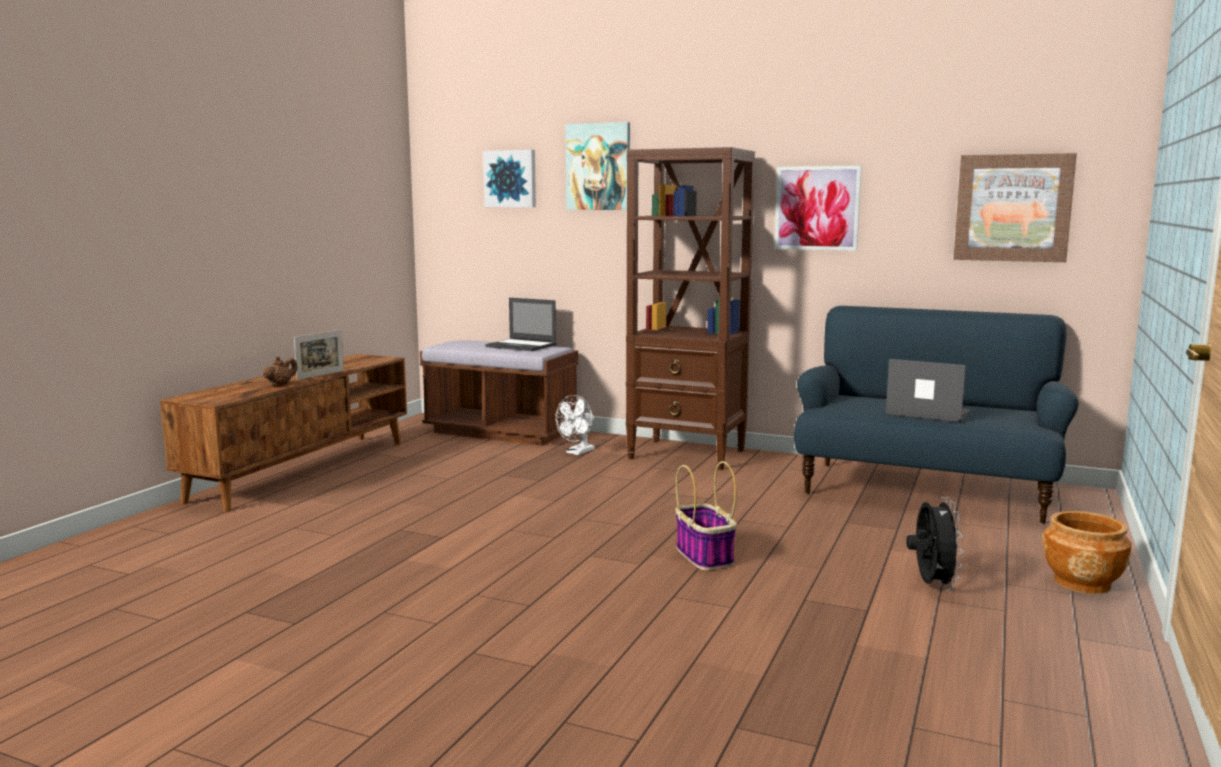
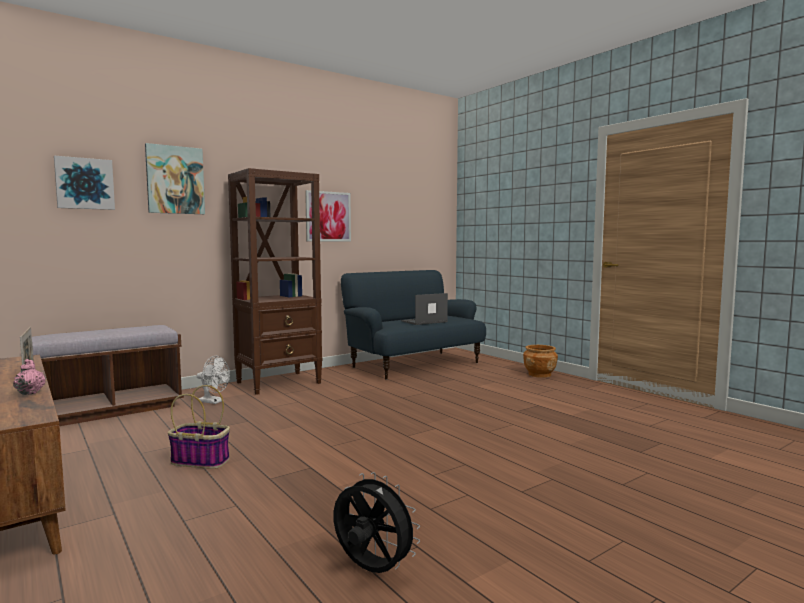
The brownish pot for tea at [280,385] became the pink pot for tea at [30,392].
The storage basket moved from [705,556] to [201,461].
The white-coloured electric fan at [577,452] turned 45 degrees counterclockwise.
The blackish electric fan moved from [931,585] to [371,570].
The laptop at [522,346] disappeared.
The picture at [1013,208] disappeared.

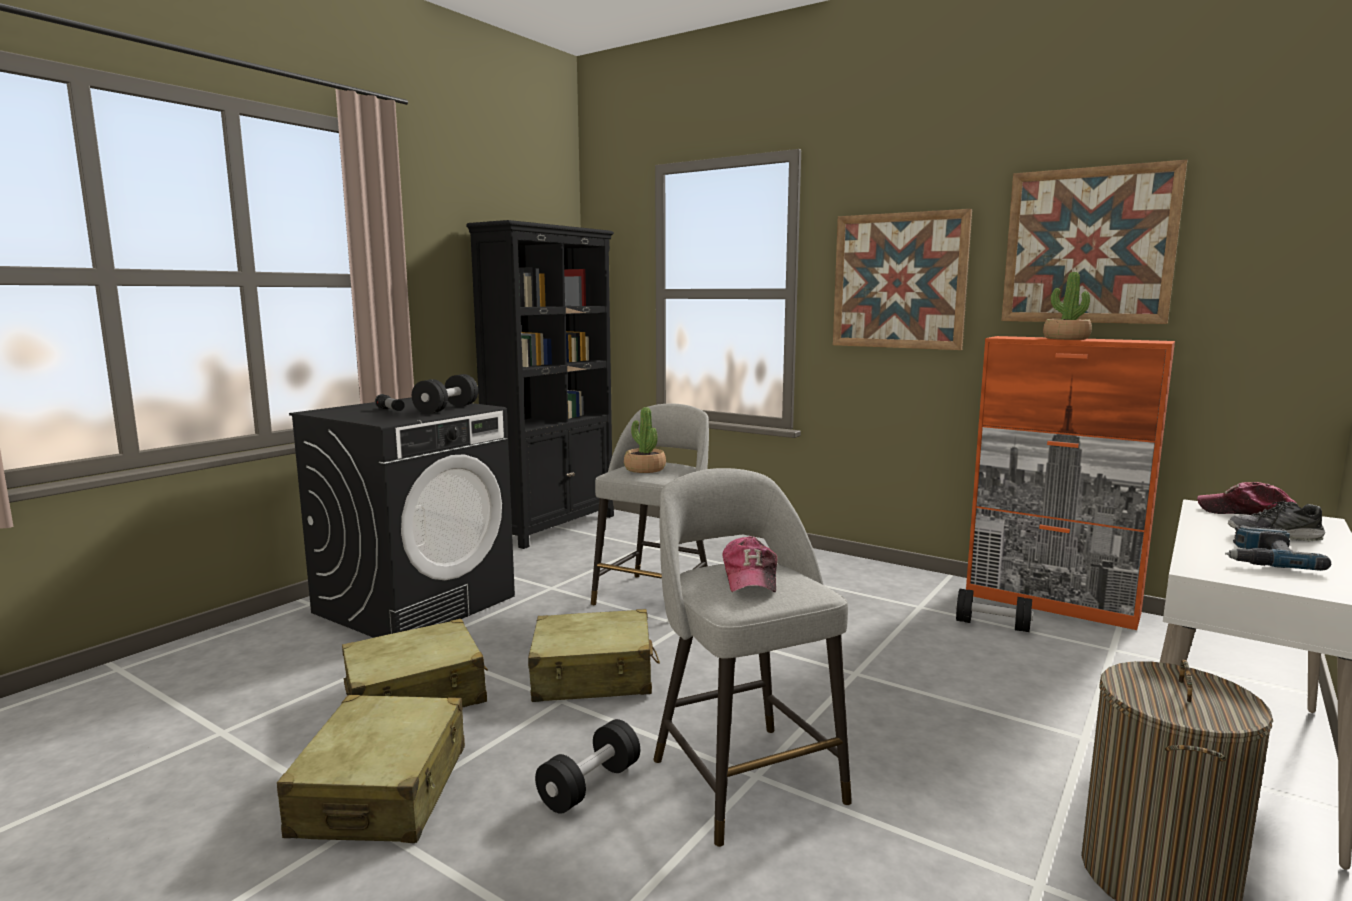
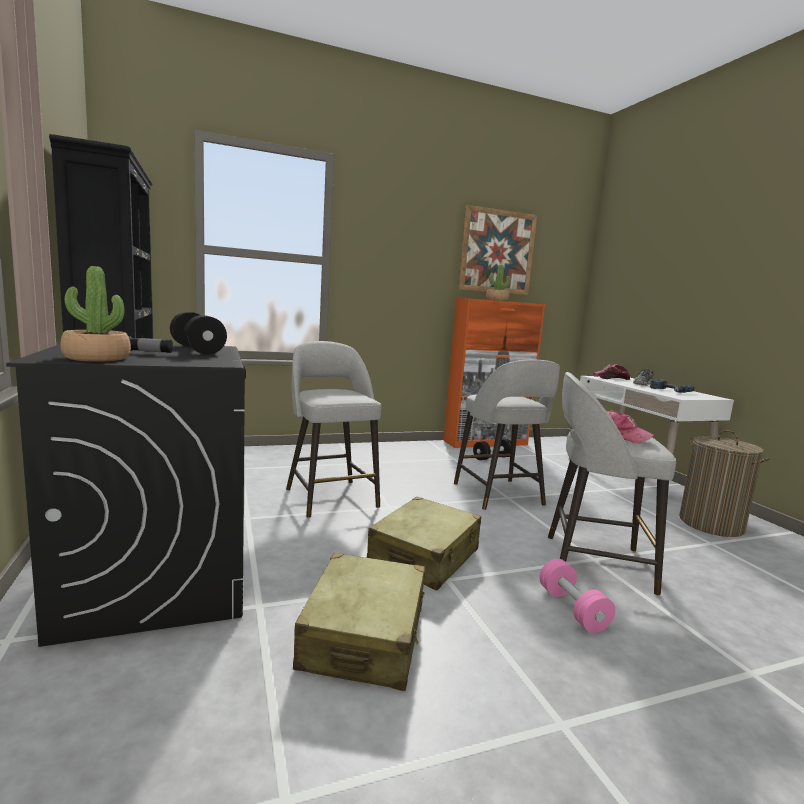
The plant in a pot moved from [644,469] to [97,358].
The greyish sitting stool at [499,495] appeared.
The blackish hand weight at [589,786] became the pink hand weight at [572,609].
The beige-coloured travel case at [382,791] disappeared.
The picture at [899,281] disappeared.

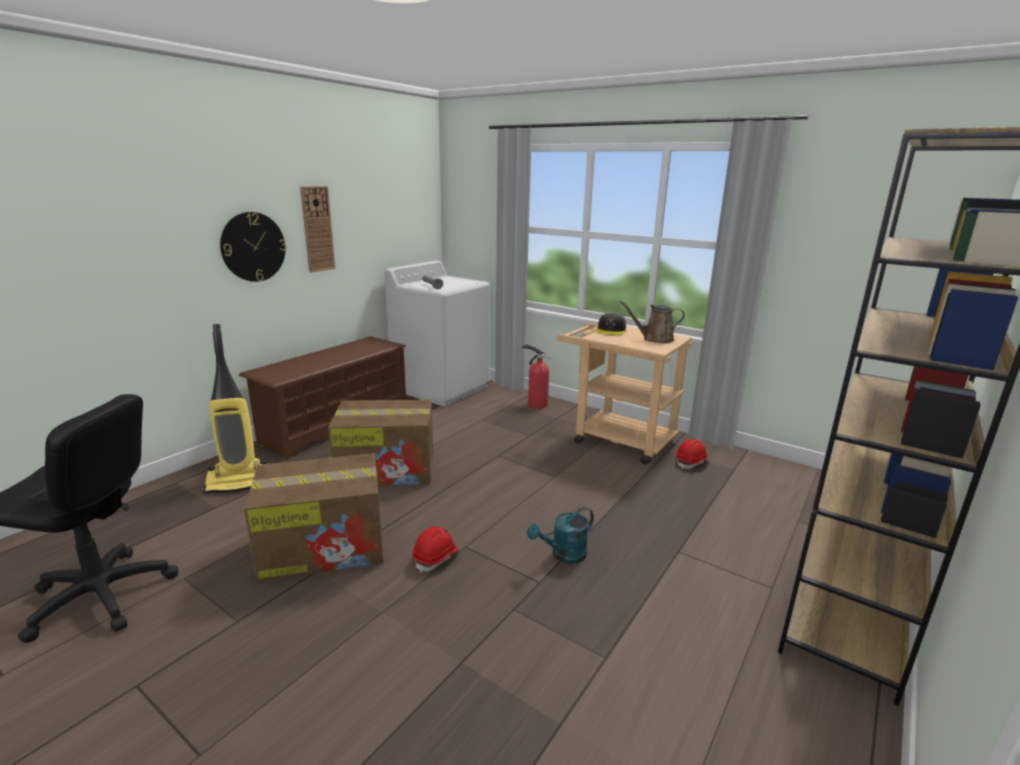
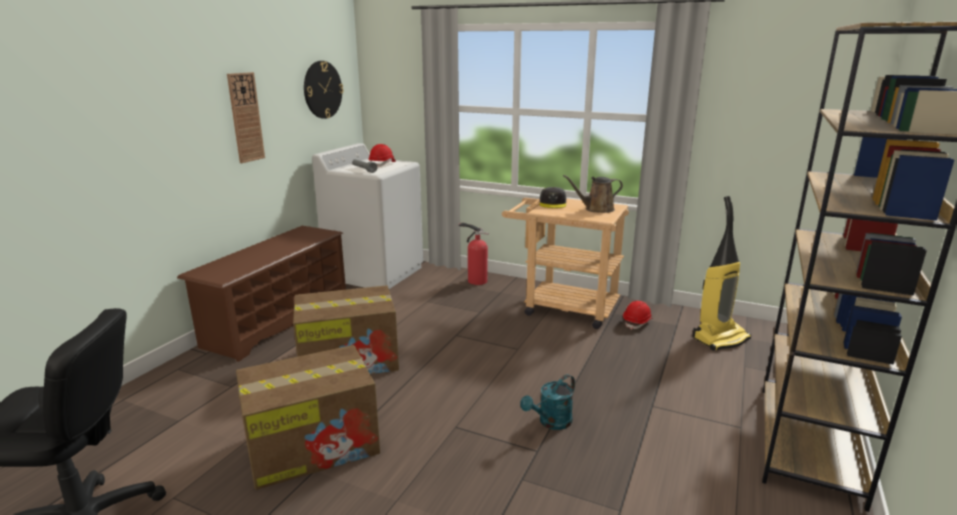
The hanging clock moved from [253,247] to [322,90].
The reddish safety helmet moved from [436,557] to [382,164].
The vacuum moved from [239,481] to [720,338].

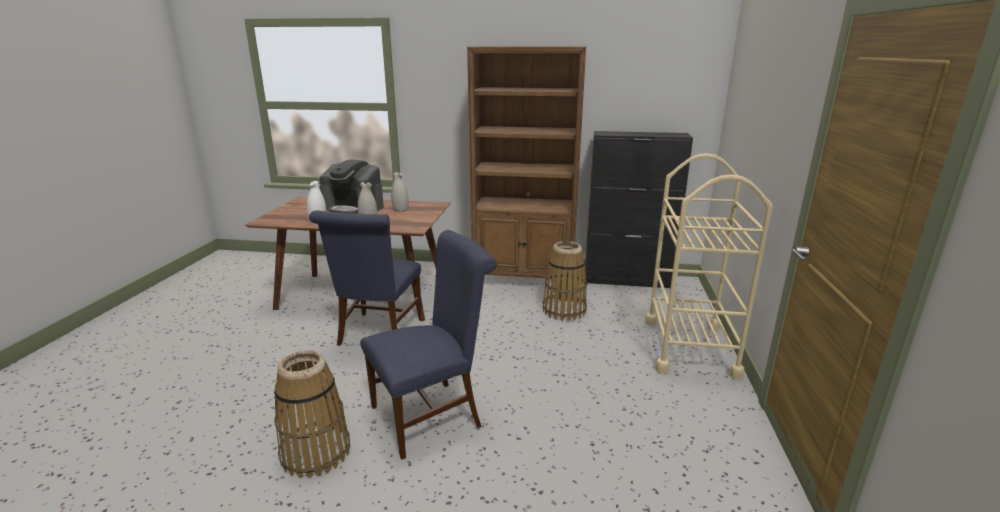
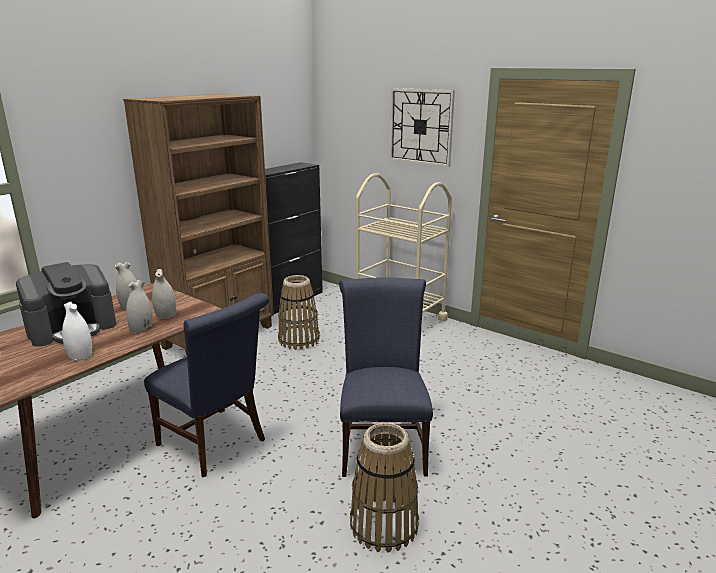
The white-coloured vase at [166,316] appeared.
The hanging clock at [421,126] appeared.

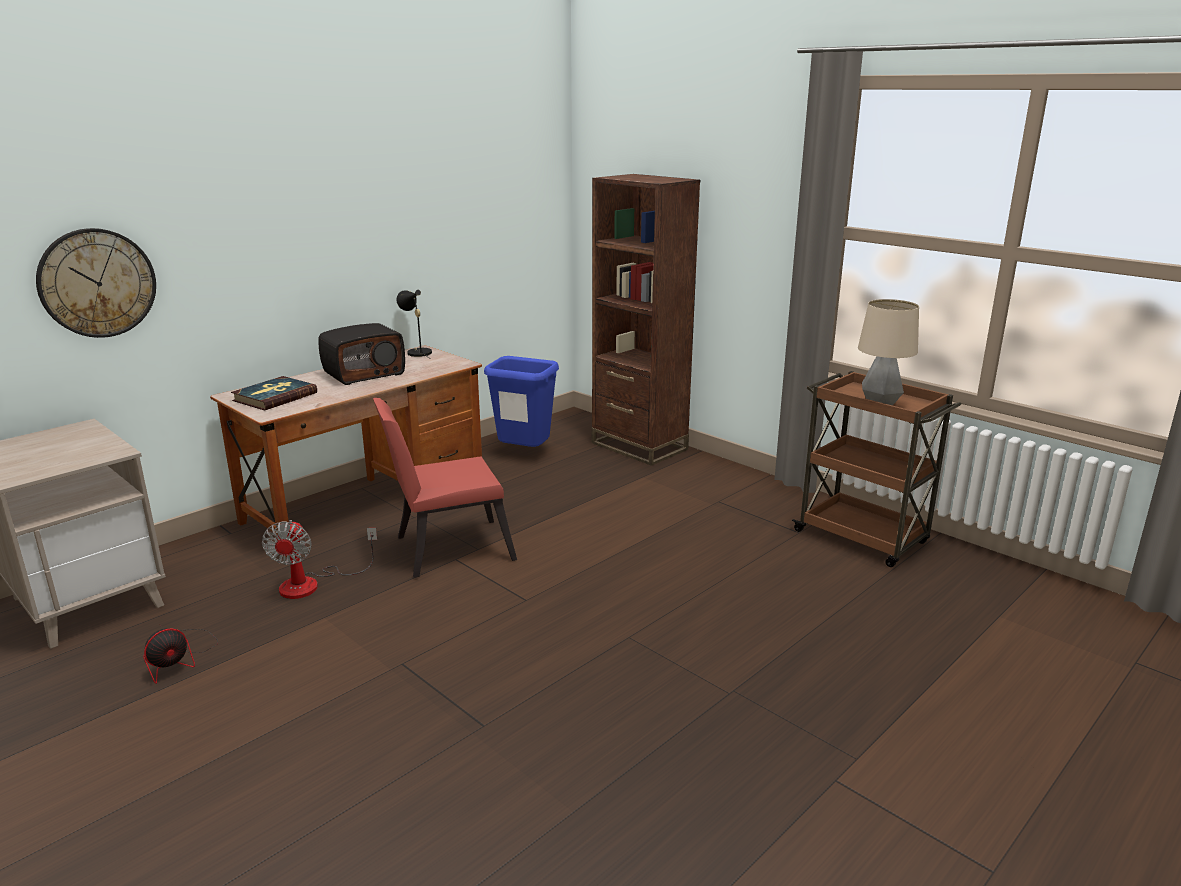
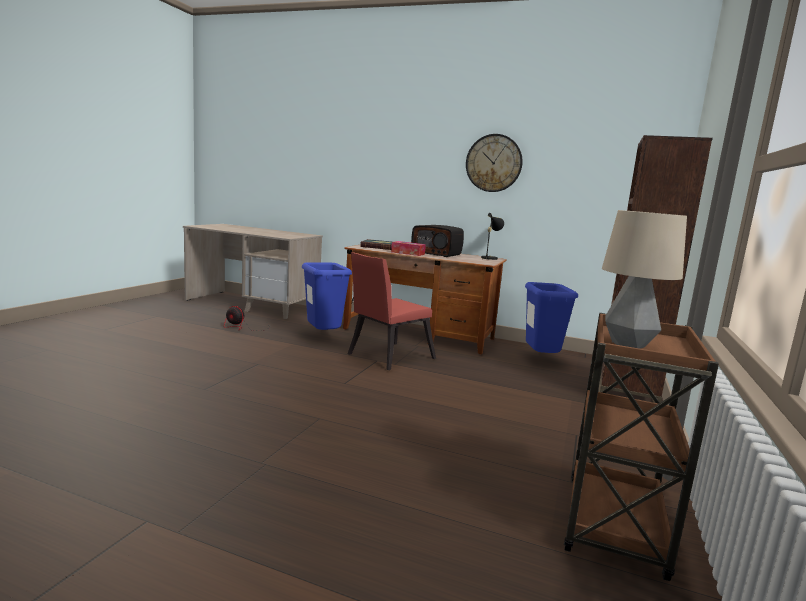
The electric fan at [312,583] was replaced by the bluish rubbish bin at [323,337].
The reddish upright chair at [446,549] turned 90 degrees counterclockwise.
The box of tissues at [408,253] appeared.
The hanging clock moved from [97,283] to [493,163].

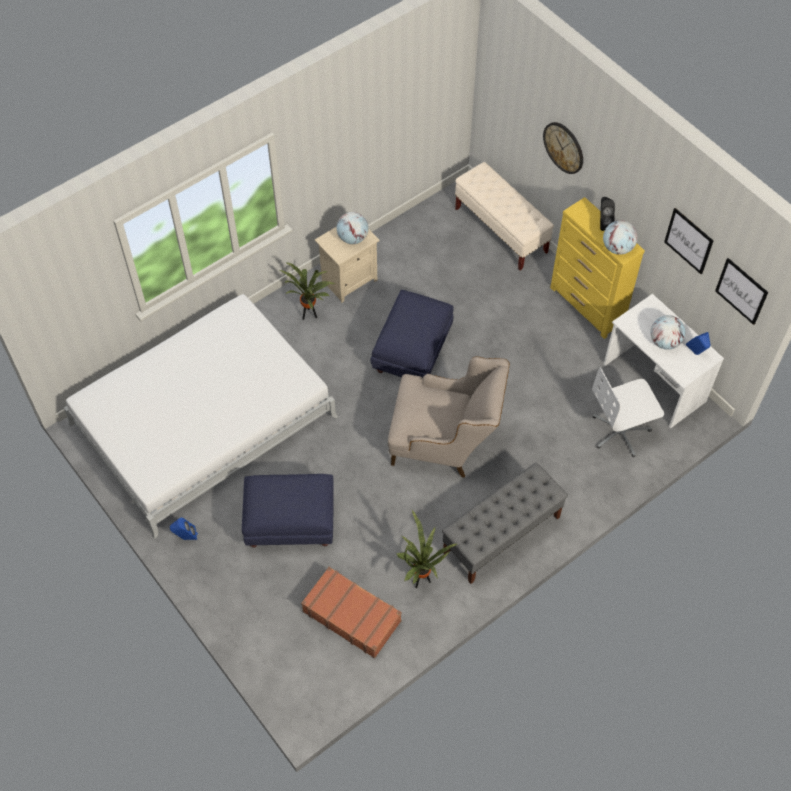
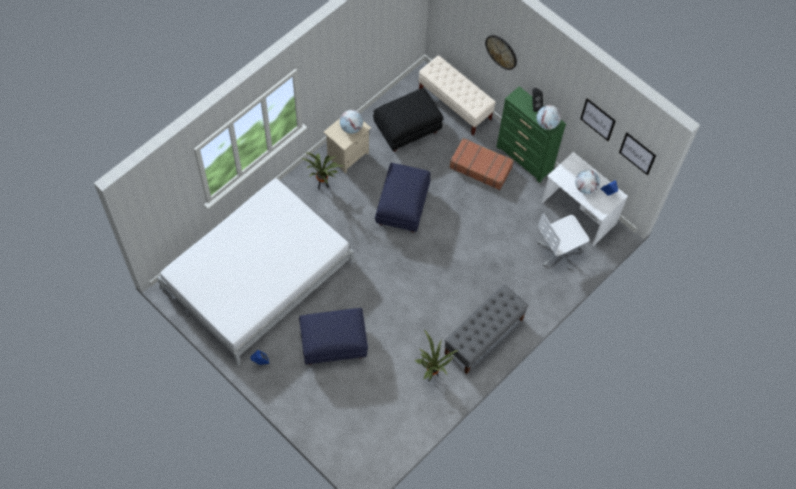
The blackish ottoman at [408,129] appeared.
The brownish travel case moved from [352,615] to [480,167].
The yellow chest of drawers at [587,306] became the greenish chest of drawers at [524,159].
The beige-coloured easy chair at [444,443] disappeared.

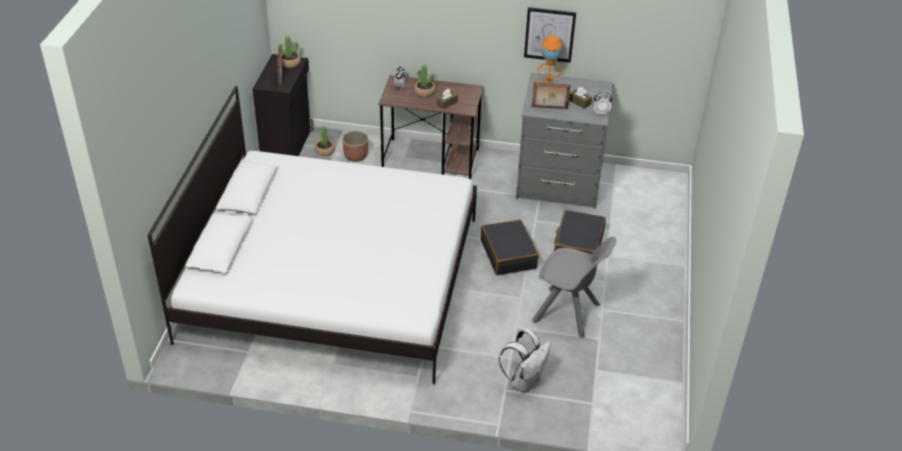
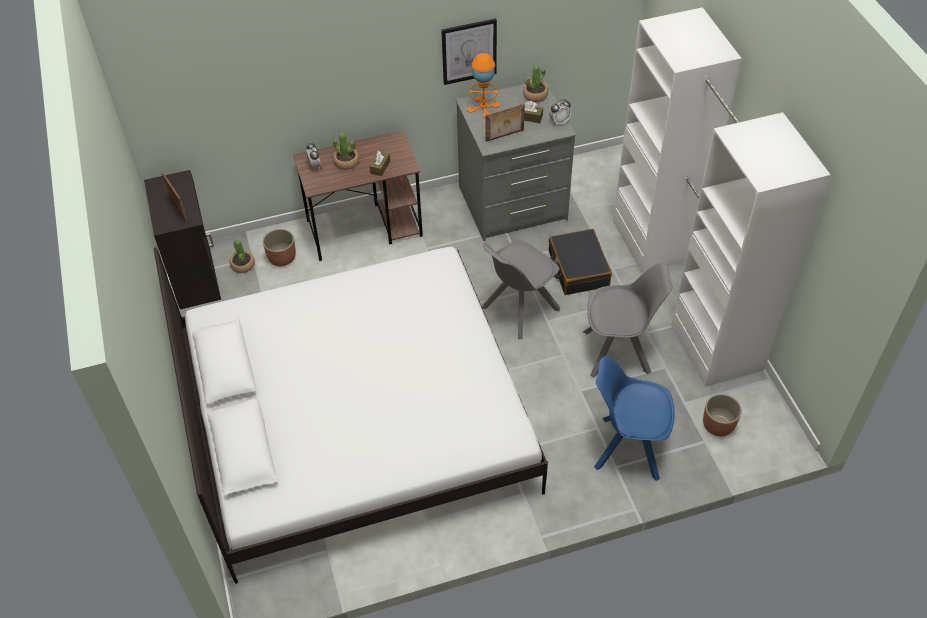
The blackish travel case at [508,254] was replaced by the greyish upright chair at [518,309].
The plant in a pot moved from [290,63] to [535,95].
The white-coloured rucksack at [524,381] was replaced by the bluish upright chair at [627,447].
The white-coloured armoire at [684,292] appeared.
The planter at [718,425] appeared.

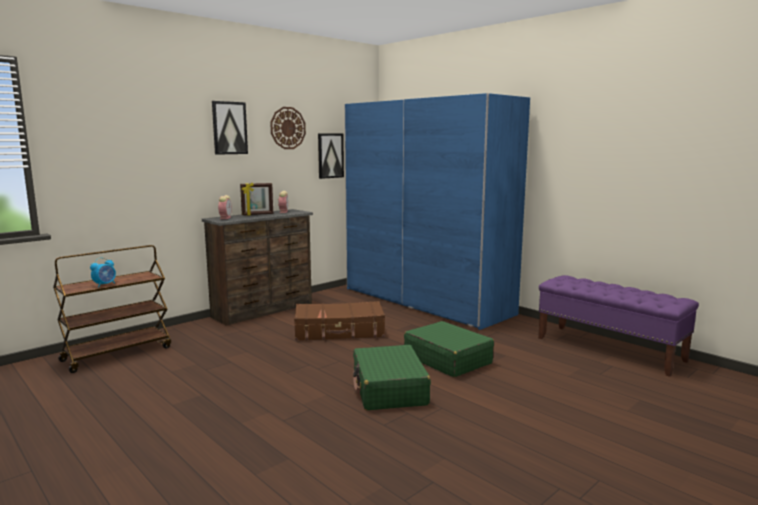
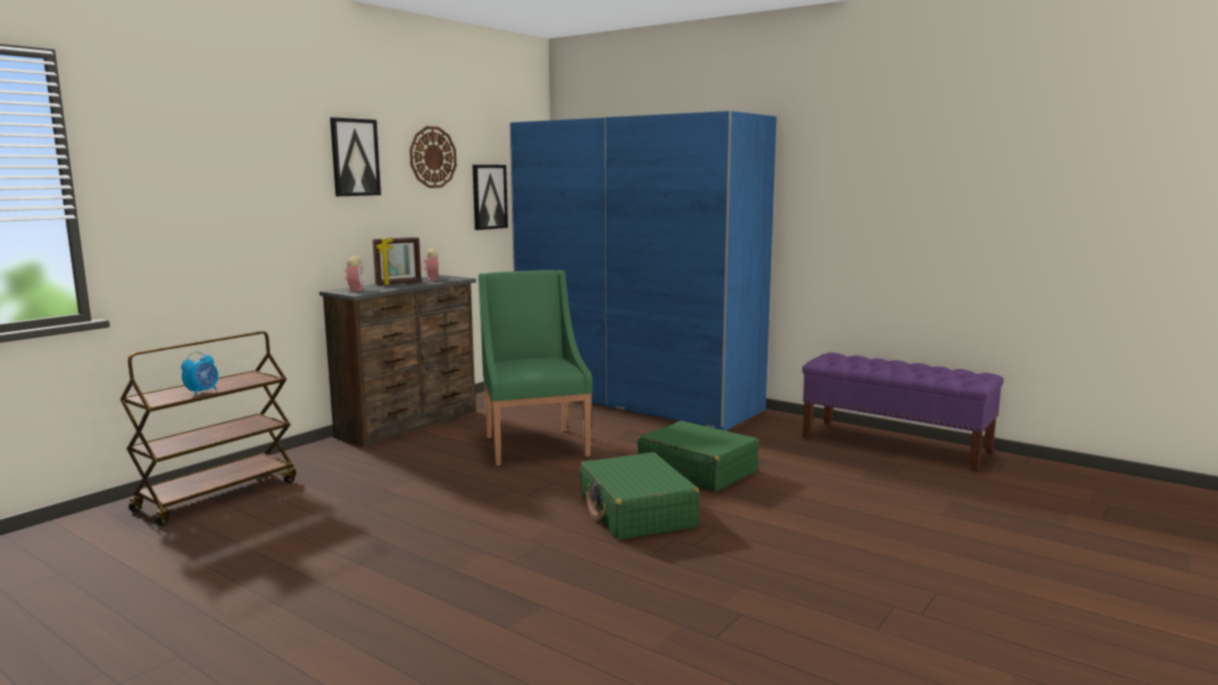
The brownish travel case at [339,331] was replaced by the greenish easy chair at [534,445].

